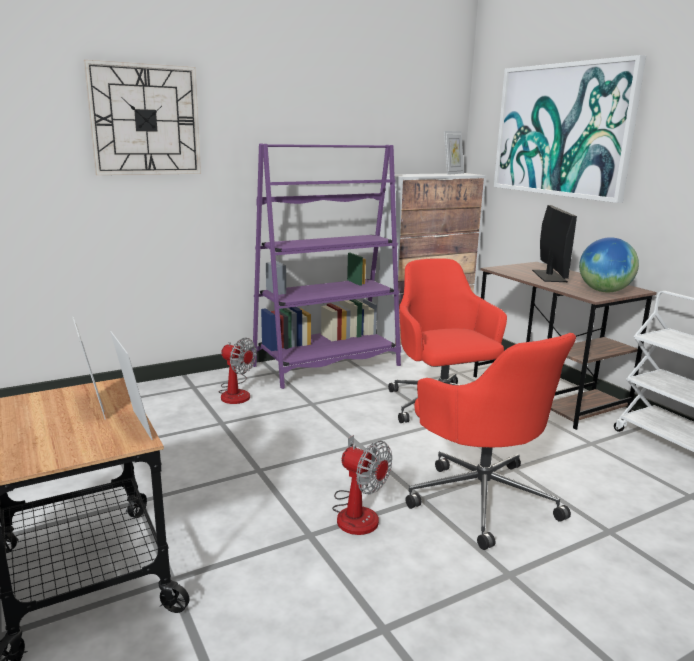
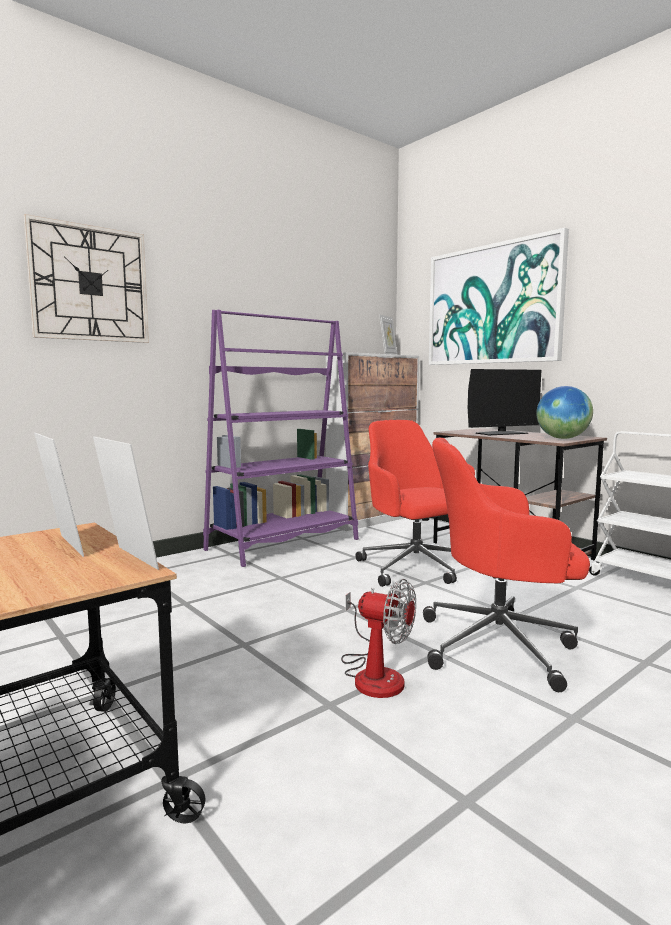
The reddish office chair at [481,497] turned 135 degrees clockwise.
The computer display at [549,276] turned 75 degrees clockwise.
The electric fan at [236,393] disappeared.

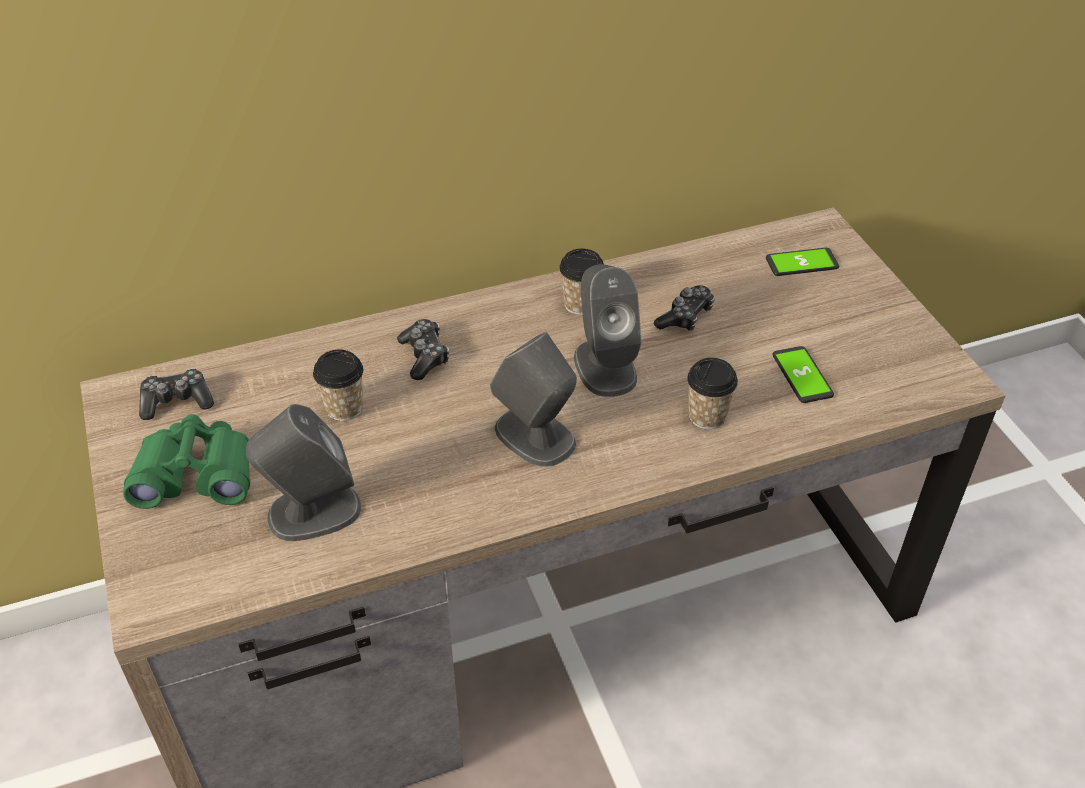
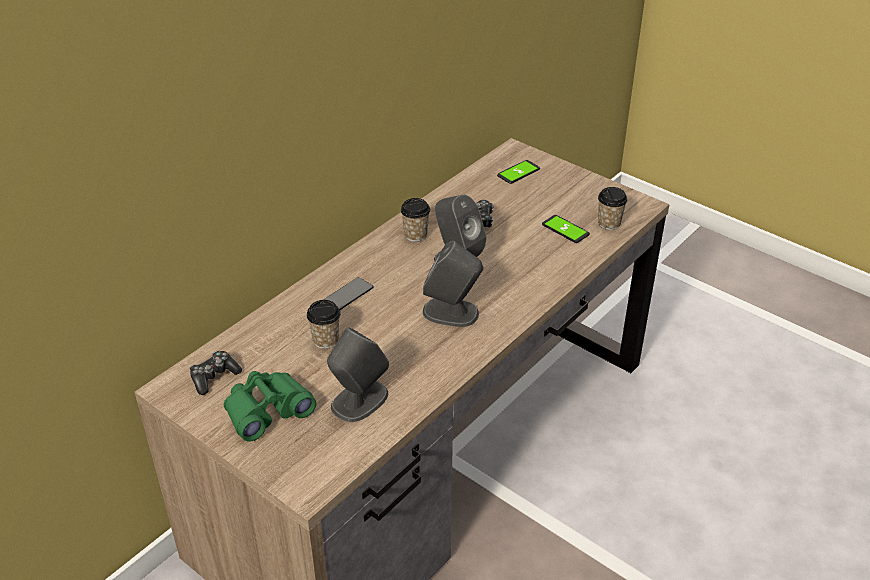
The joypad at [424,356] was replaced by the telephone at [348,295].
The small cup moved from [707,416] to [609,223].

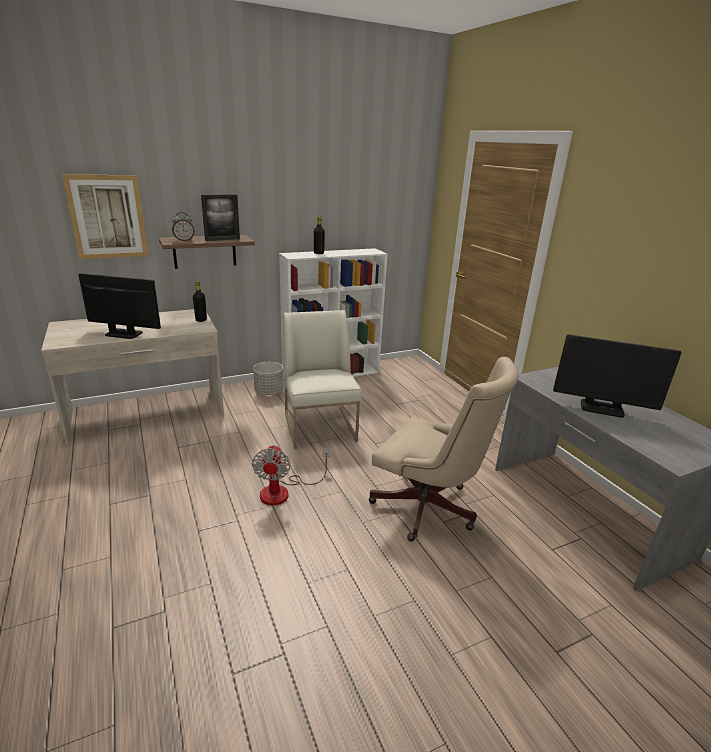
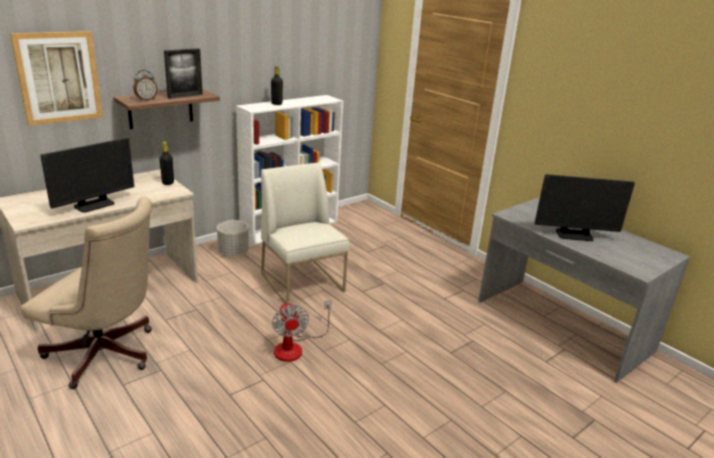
The beige-coloured office chair moved from [429,510] to [107,356].
The computer display at [123,334] turned 135 degrees clockwise.

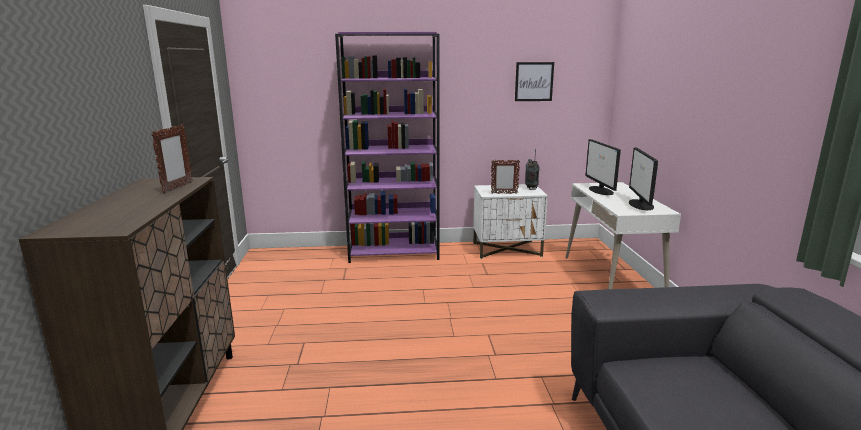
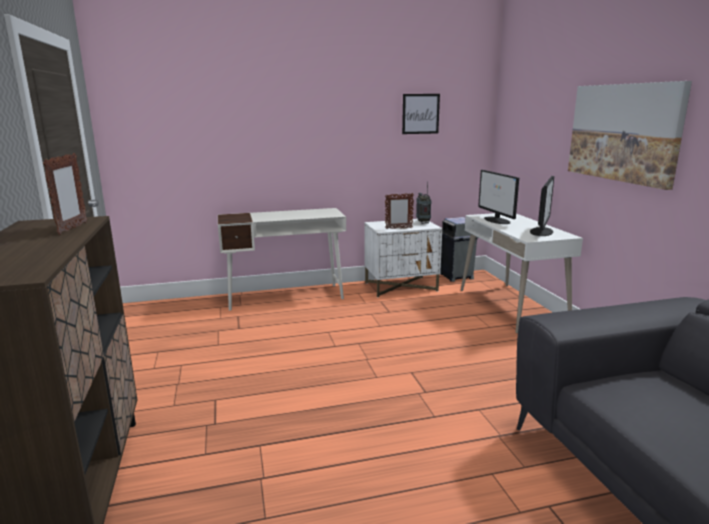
The purplish bookcase at [394,252] was replaced by the white-coloured desk at [285,297].
The greyish rubbish bin at [456,276] appeared.
The computer display at [641,205] turned 150 degrees counterclockwise.
The picture at [623,132] appeared.

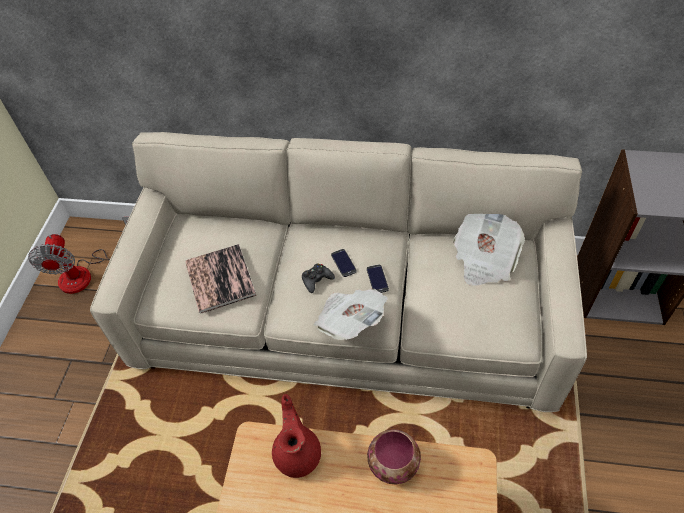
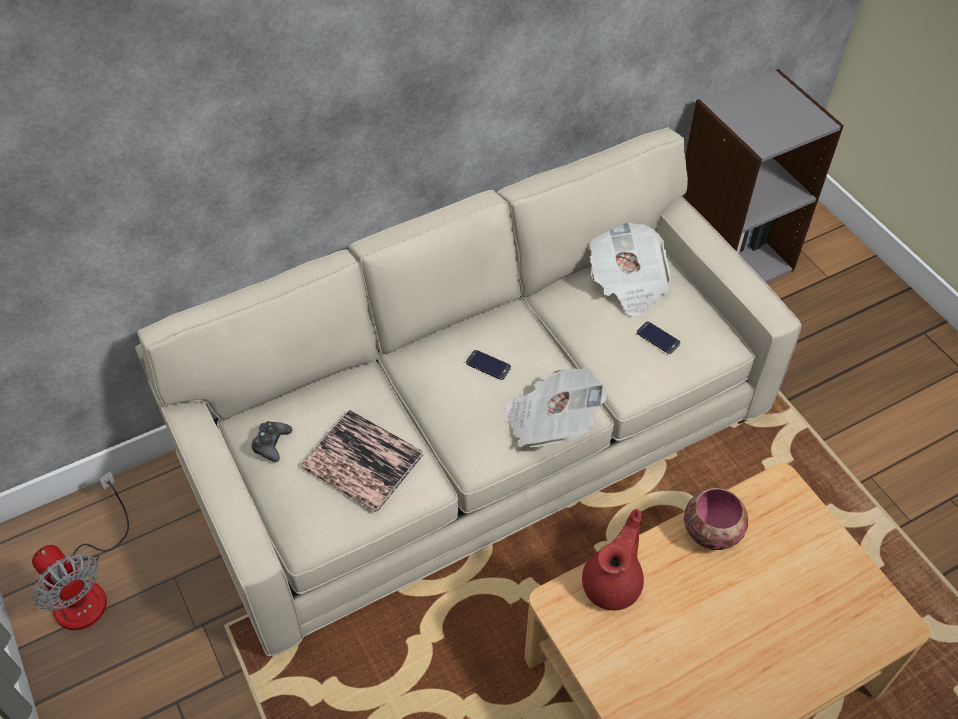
The blackish joypad moved from [316,280] to [271,443].
The reddish pot for tea at [298,452] turned 75 degrees clockwise.
The telephone moved from [377,279] to [658,338].

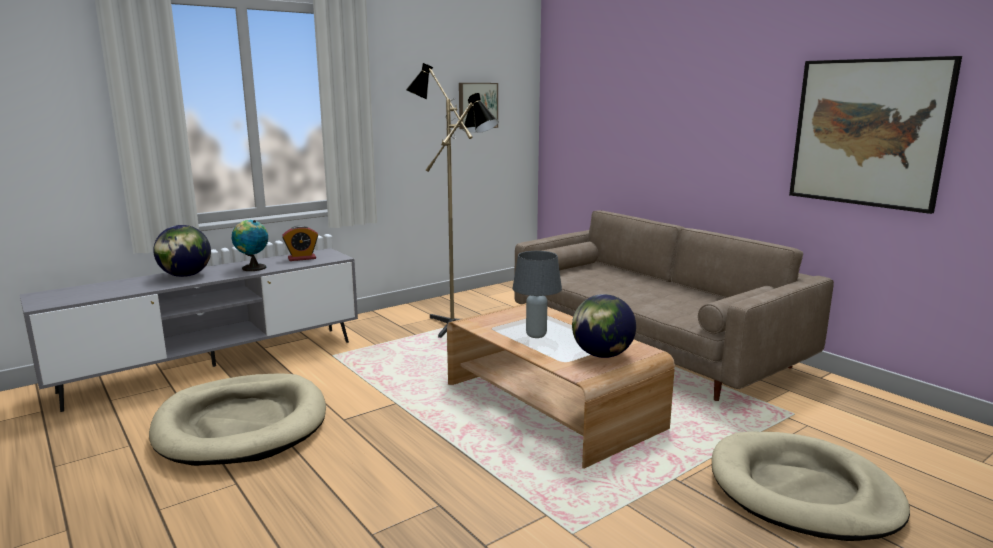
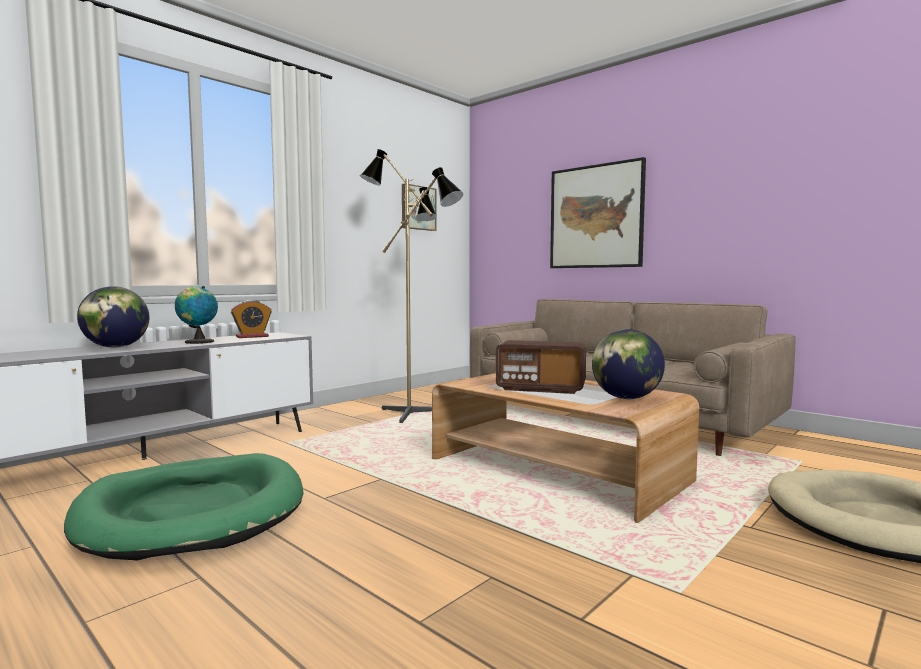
The beige-coloured dog cushion at [242,424] became the greenish dog cushion at [193,512].
The greyish table lamp at [536,335] was replaced by the radio set at [541,388].
The picture moved from [868,133] to [596,217].

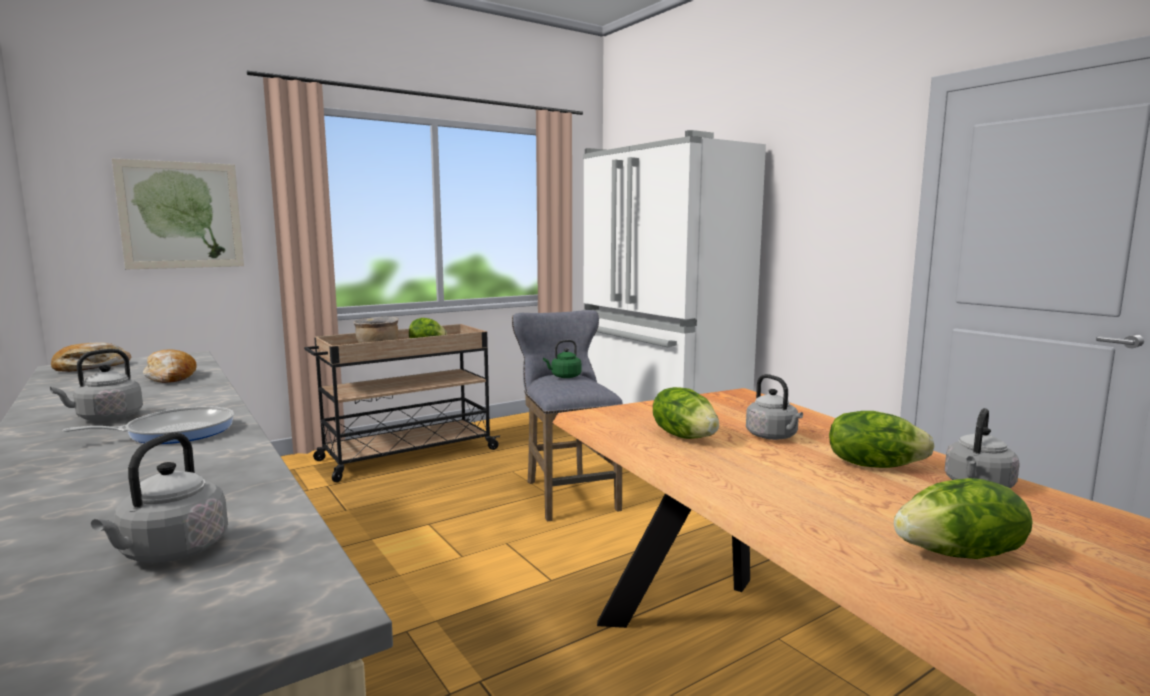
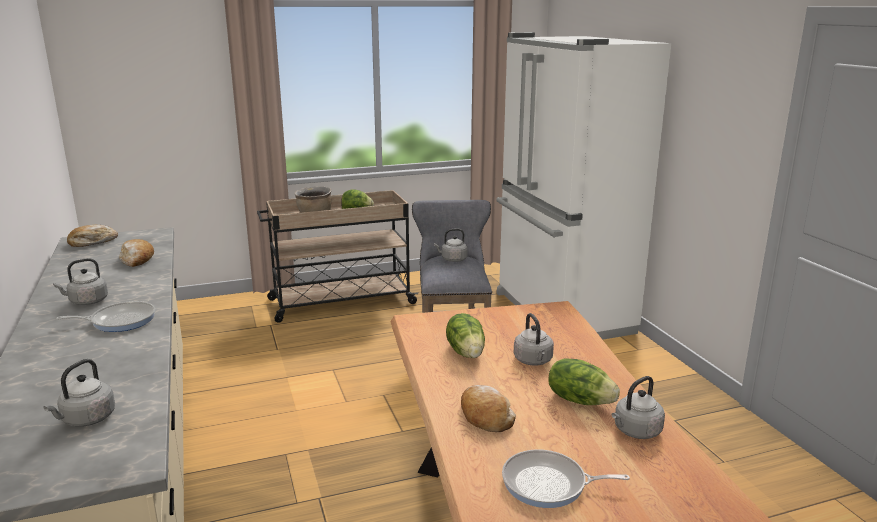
The greenish tea kettle at [564,377] became the greyish tea kettle at [452,259].
The bread at [485,416] appeared.
The head of lettuce at [960,555] was replaced by the skillet at [549,484].
The picture at [181,215] disappeared.

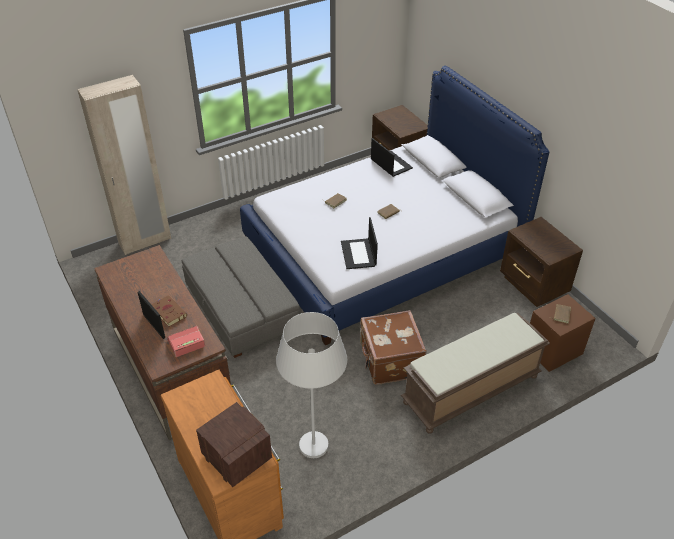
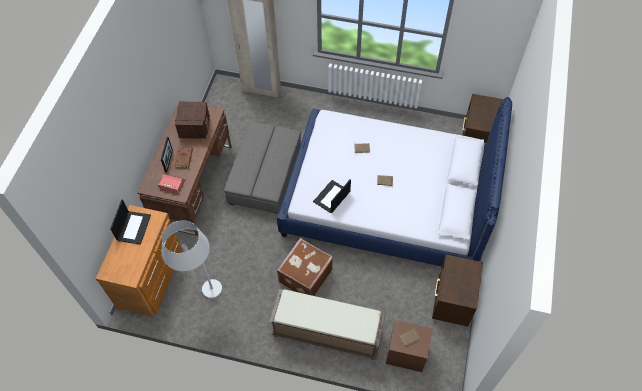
The laptop moved from [390,164] to [133,227].
The radio set moved from [236,456] to [195,127].

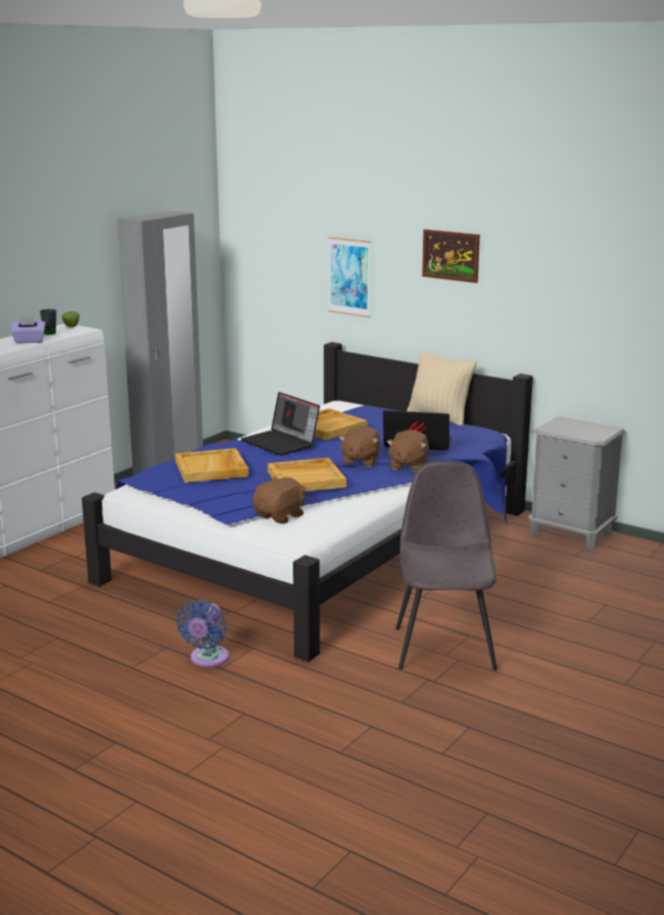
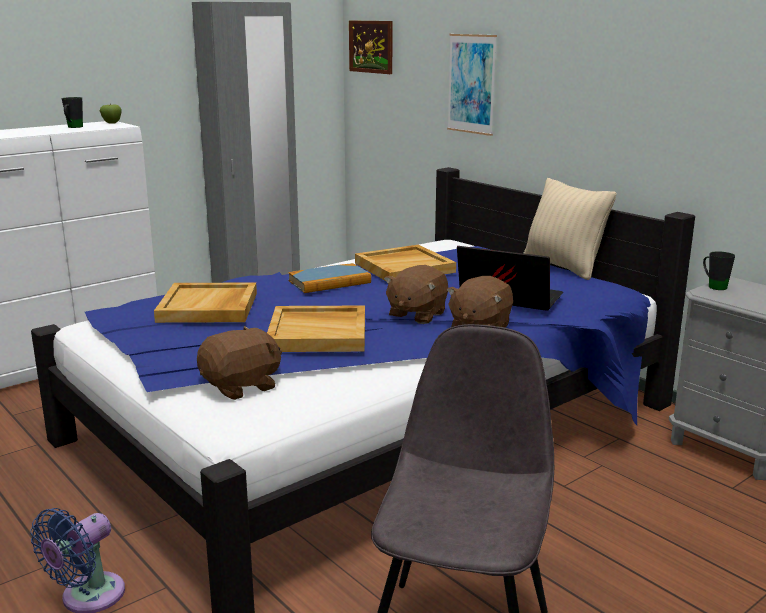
The laptop at [281,443] was replaced by the book at [329,282].
The picture moved from [451,255] to [371,46].
The blackish mug at [713,286] appeared.
The purplish box of tissues at [29,341] disappeared.

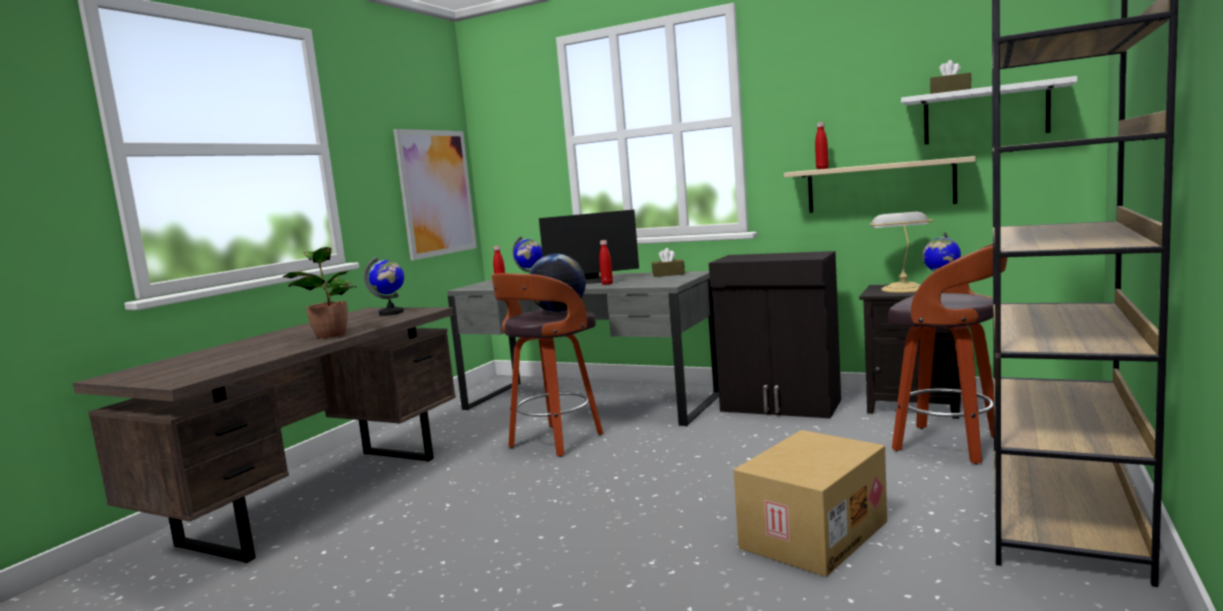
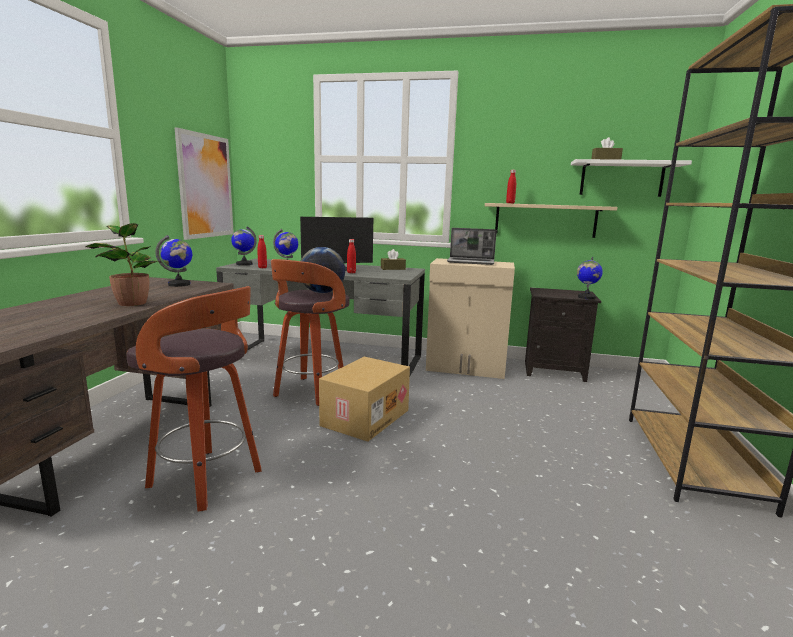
The sitting stool moved from [950,445] to [208,480].
The world globe at [244,264] appeared.
The cardboard box moved from [812,534] to [364,417].
The blackish storage cabinet at [781,406] became the beige-coloured storage cabinet at [466,368].
The laptop at [471,262] appeared.
The table lamp at [902,288] disappeared.

